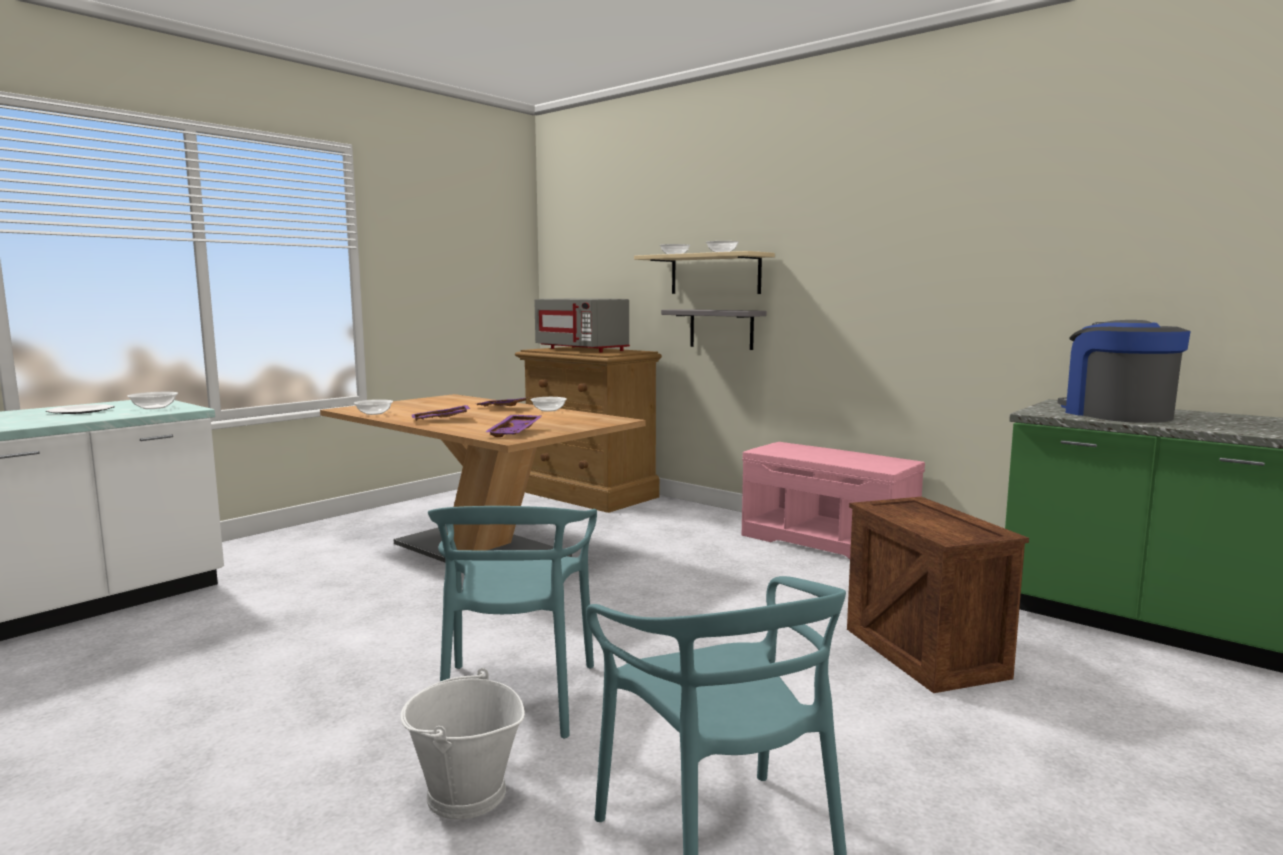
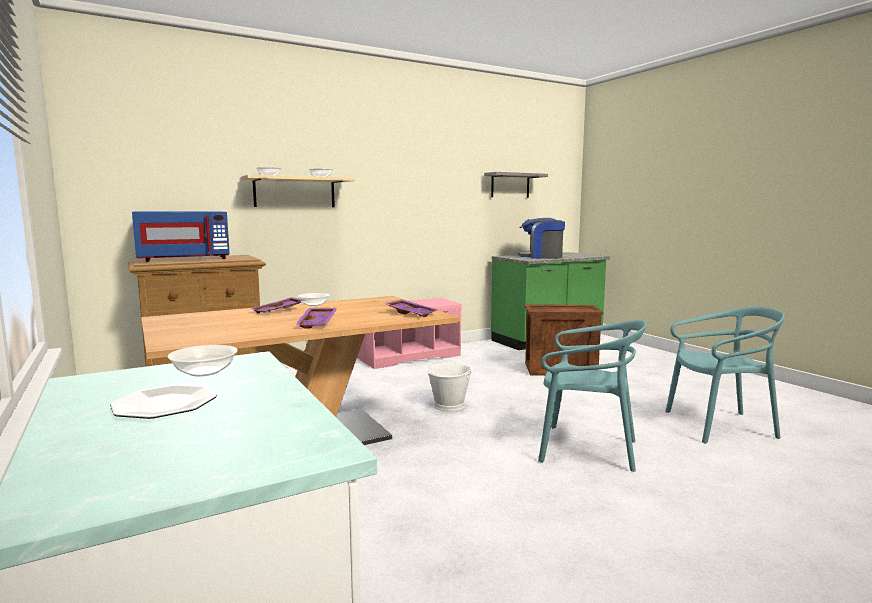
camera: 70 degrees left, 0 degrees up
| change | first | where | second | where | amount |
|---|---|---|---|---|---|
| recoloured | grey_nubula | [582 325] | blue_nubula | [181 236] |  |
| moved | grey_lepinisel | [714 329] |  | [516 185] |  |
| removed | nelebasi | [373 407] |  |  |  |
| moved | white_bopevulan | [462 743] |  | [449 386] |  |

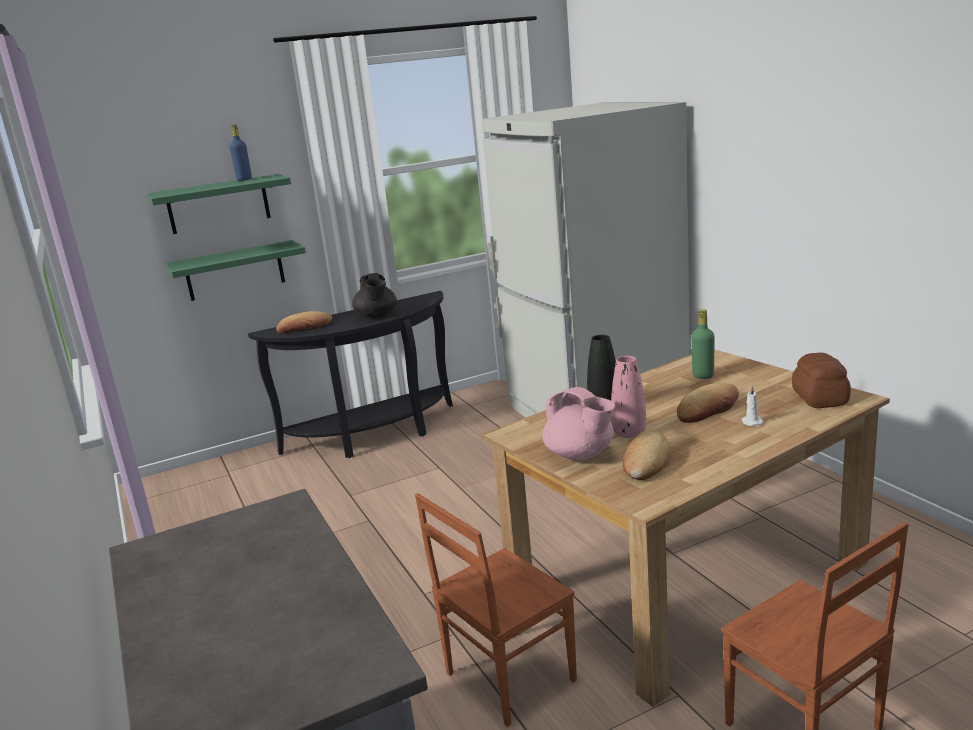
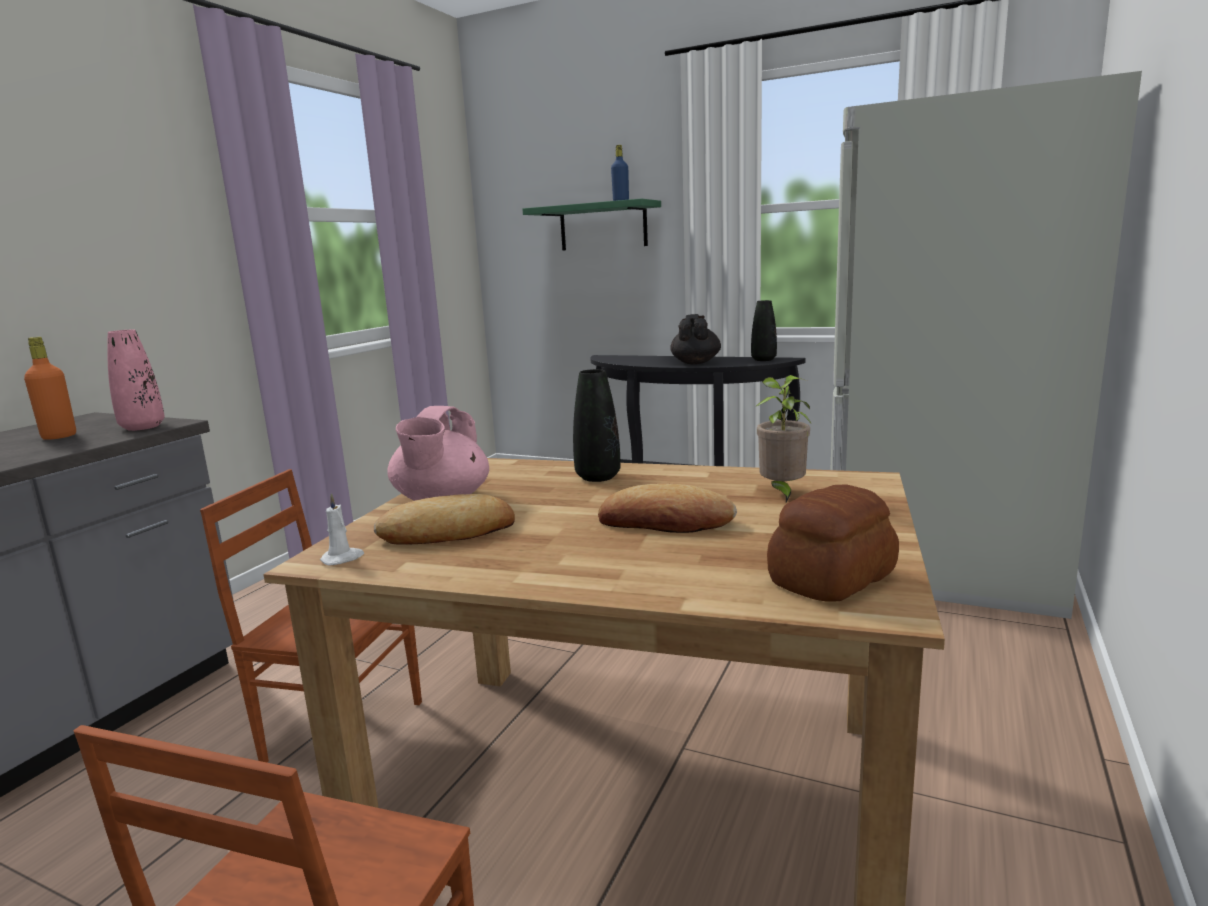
camera: 50 degrees right, 5 degrees down
| change | first | where | second | where | amount |
|---|---|---|---|---|---|
| removed | green_lepinisel | [236 270] |  |  |  |
| turned | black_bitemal | [374 295] |  | [695 339] | 150 degrees clockwise |
| replaced | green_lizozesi | [703 344] | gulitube | [783 438] |  |
| removed | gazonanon | [304 322] |  |  |  |
| moved | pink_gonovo | [628 397] |  | [135 380] |  |
| moved | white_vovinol | [752 406] |  | [342 529] |  |
| added |  |  | black_gonovo | [764 330] |  |
| added |  |  | orange_lizozesi | [50 388] |  |

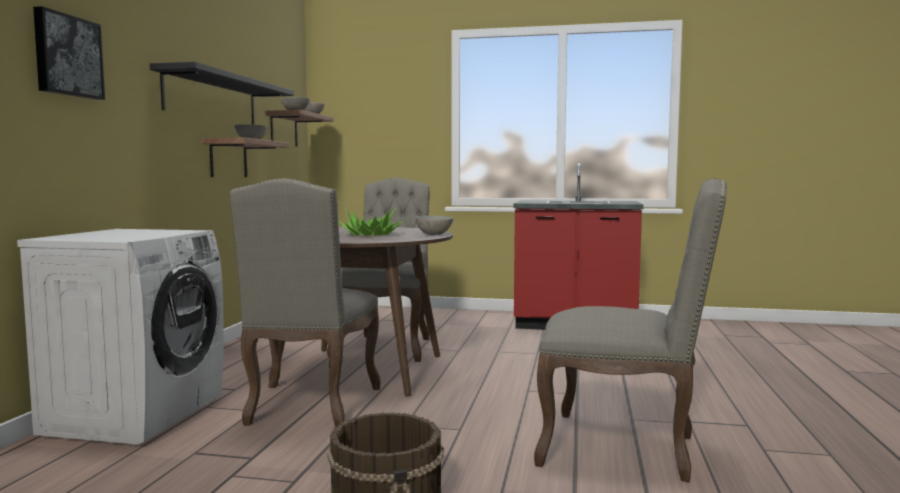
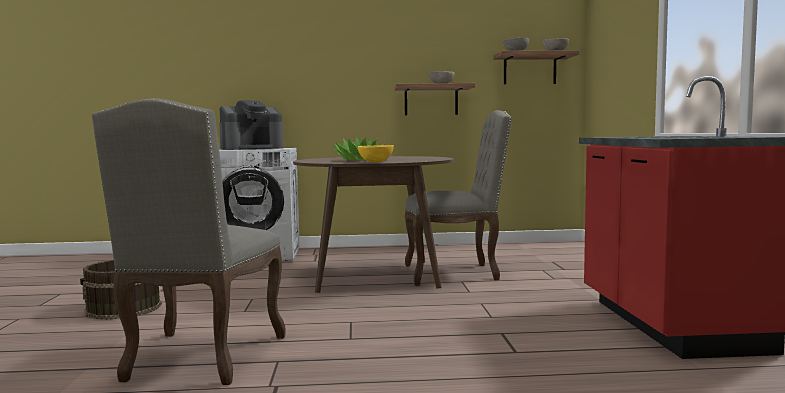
camera: 75 degrees right, 0 degrees up
| change | first | where | second | where | amount |
|---|---|---|---|---|---|
| removed | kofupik | [69 53] |  |  |  |
| removed | black_lepinisel | [222 93] |  |  |  |
| removed | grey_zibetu | [305 303] |  |  |  |
| recoloured | grey_nelebasi | [434 225] | yellow_nelebasi | [376 153] |  |
| added |  |  | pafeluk | [251 125] |  |

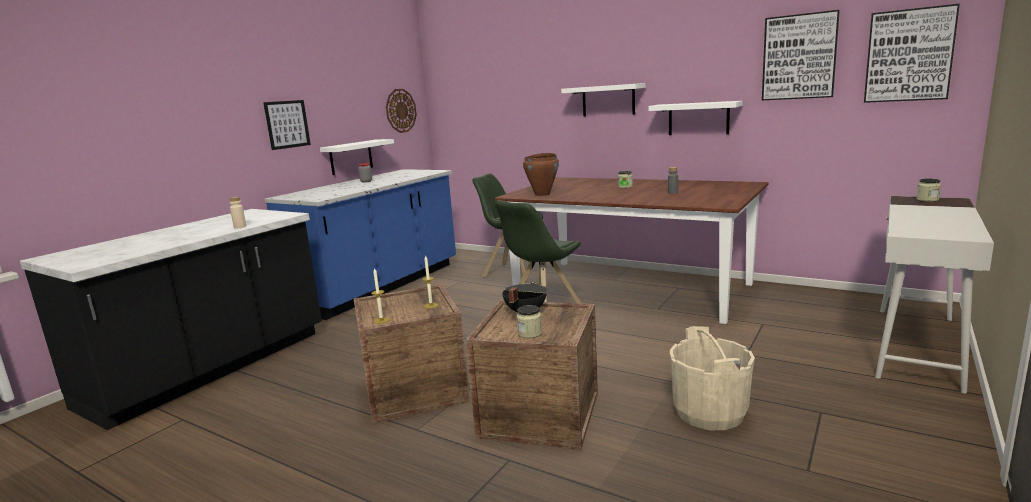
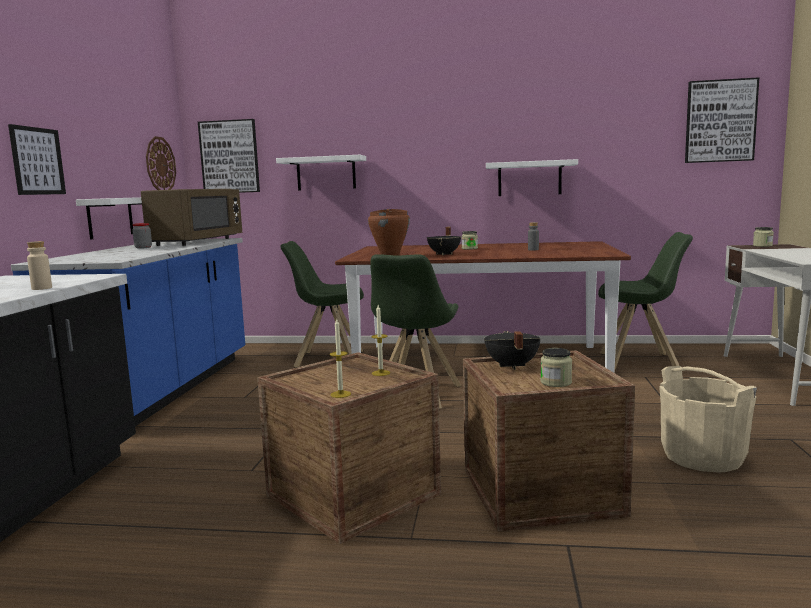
camera: 25 degrees left, 5 degrees down
| change | first | where | second | where | amount |
|---|---|---|---|---|---|
| moved | kofupik | [801 55] |  | [229 156] |  |
| moved | white_lepinisel | [603 100] |  | [321 172] |  |
| added |  |  | brown_nubula | [191 217] |  |
| added |  |  | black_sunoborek | [444 241] |  |
| added |  |  | green_zibetu | [645 301] |  |

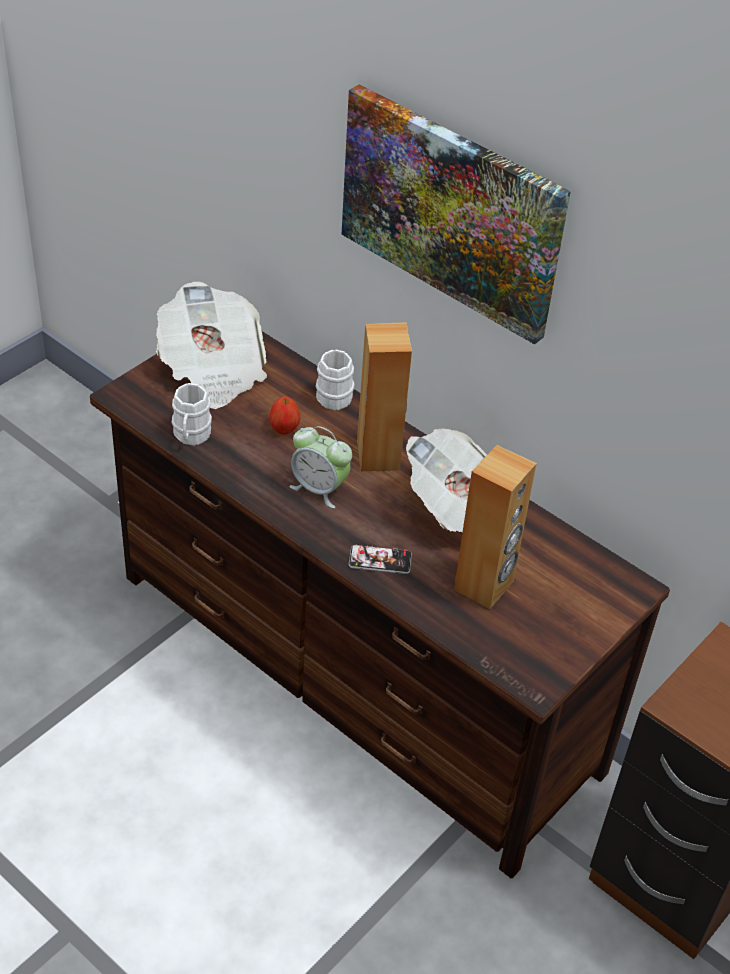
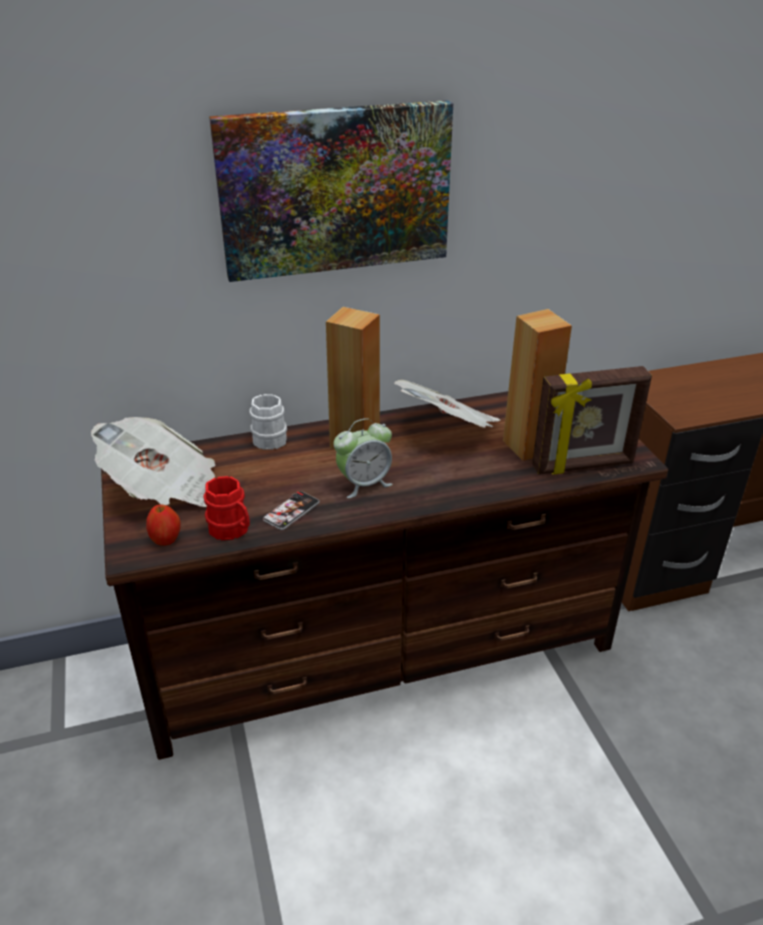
camera: 55 degrees left, 10 degrees down
| change | first | where | second | where | amount |
|---|---|---|---|---|---|
| recoloured | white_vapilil | [191 414] | red_vapilil | [226 508] |  |
| moved | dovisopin | [284 416] |  | [163 525] |  |
| moved | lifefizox | [380 559] |  | [291 510] |  |
| added |  |  | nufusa | [592 420] |  |

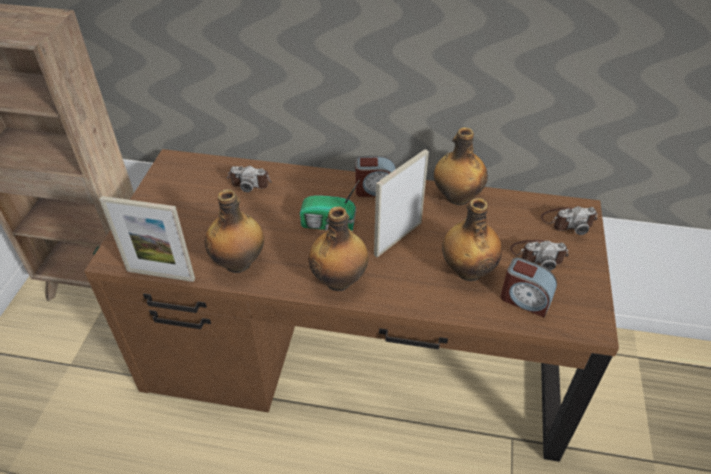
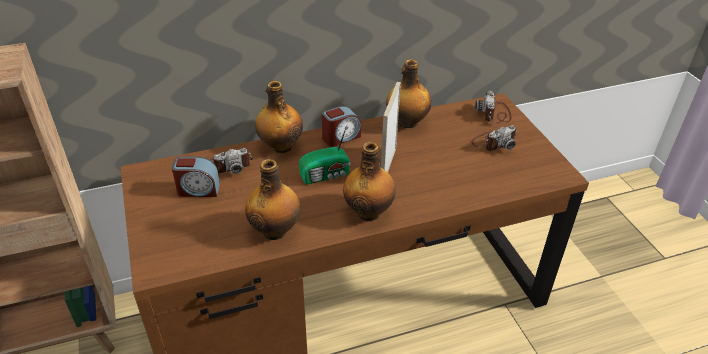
camera: 30 degrees left, 5 degrees down
| change | first | where | second | where | amount |
|---|---|---|---|---|---|
| removed | nufusa | [147 239] |  |  |  |
| moved | lizozesi | [472 239] |  | [279 117] |  |
| turned | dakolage | [569 220] |  | [493 107] | 135 degrees clockwise |
| moved | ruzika | [529 287] |  | [196 176] |  |

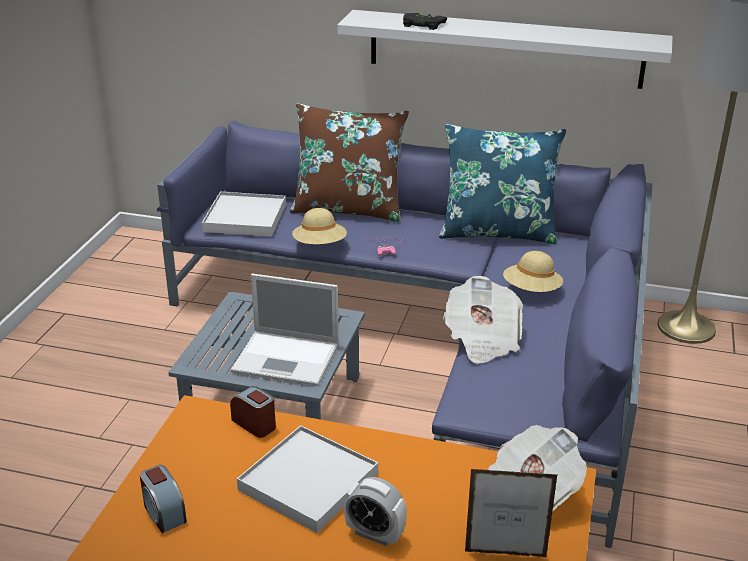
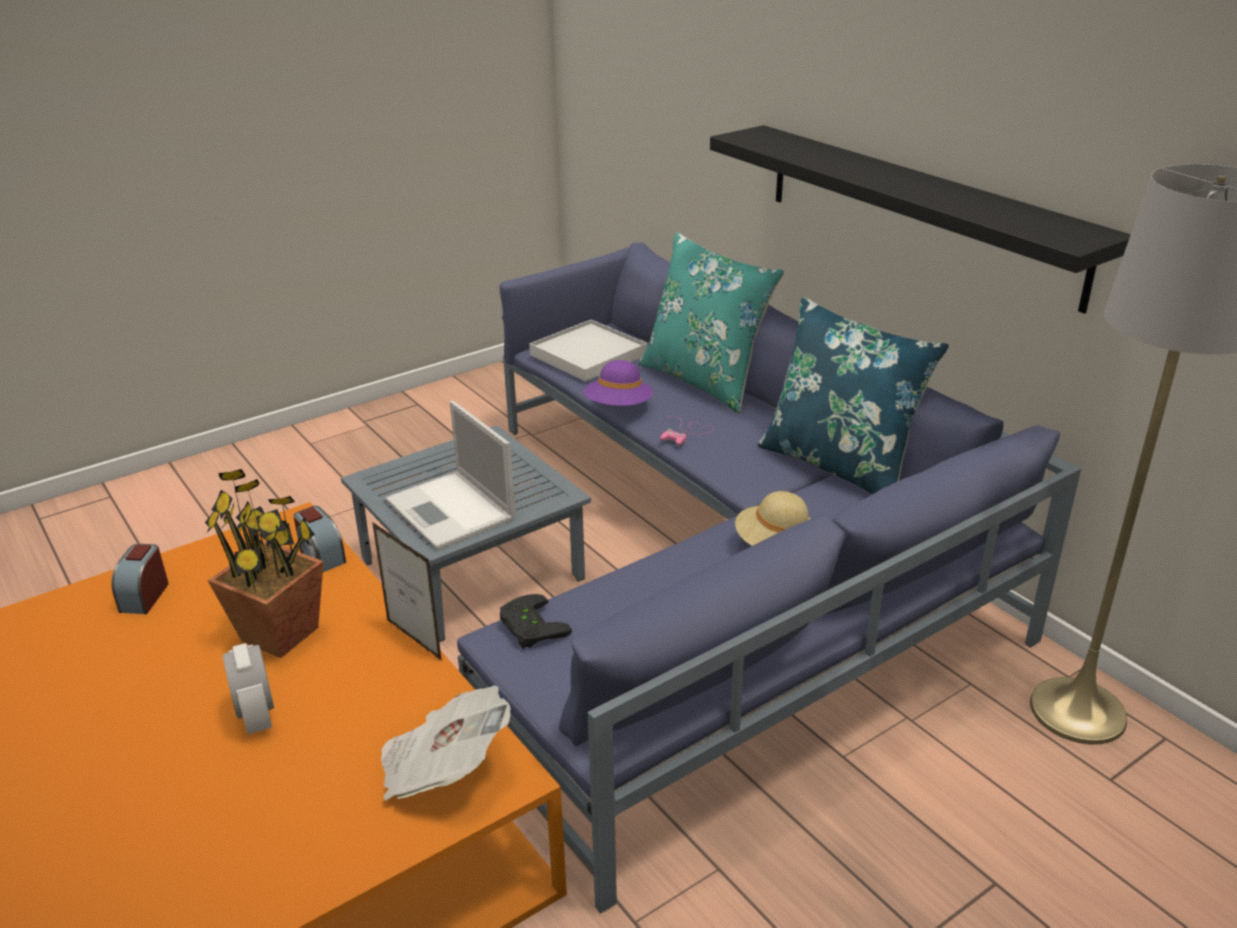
camera: 40 degrees right, 0 degrees up
| change | first | where | second | where | amount |
|---|---|---|---|---|---|
| recoloured | white_lepinisel | [505 49] | black_lepinisel | [920 219] |  |
| moved | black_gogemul | [425 21] |  | [536 621] |  |
| recoloured | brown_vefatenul | [349 162] | turquoise_vefatenul | [711 322] |  |
| recoloured | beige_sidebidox | [319 226] | purple_sidebidox | [618 383] |  |
| removed | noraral | [483 320] |  |  |  |
| turned | ruzika | [253 412] |  | [320 539] | 150 degrees clockwise |
| replaced | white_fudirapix | [307 479] | gulitube | [264 563] |  |
| moved | nufusa | [511 513] |  | [407 591] |  |

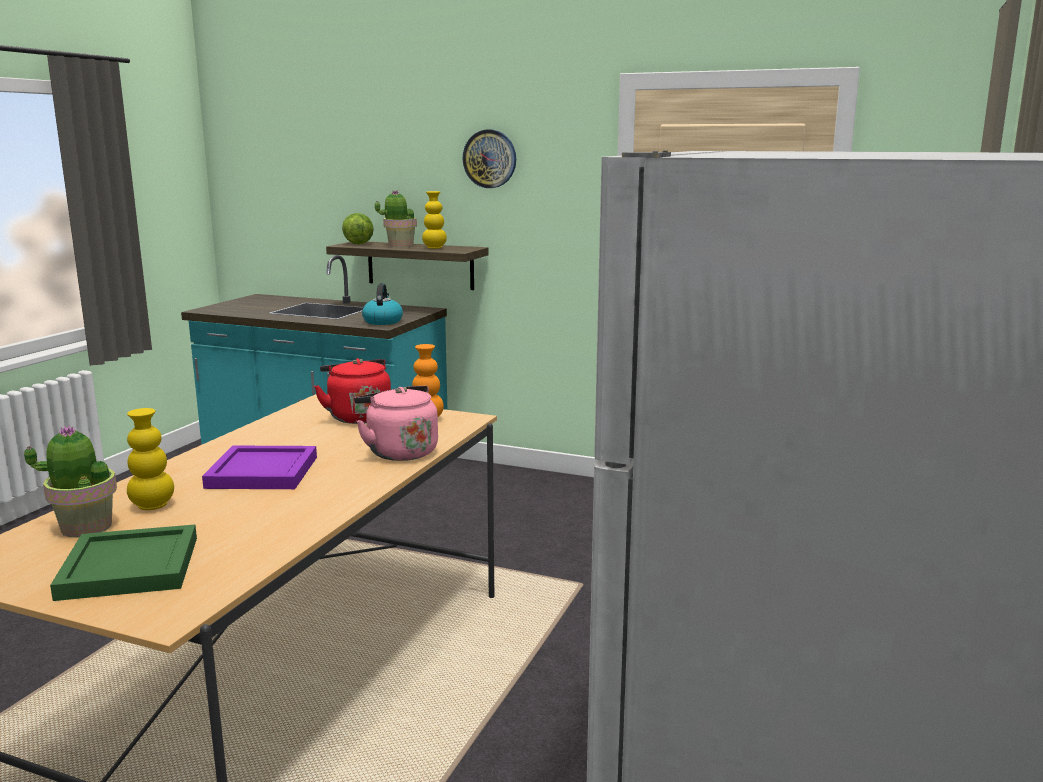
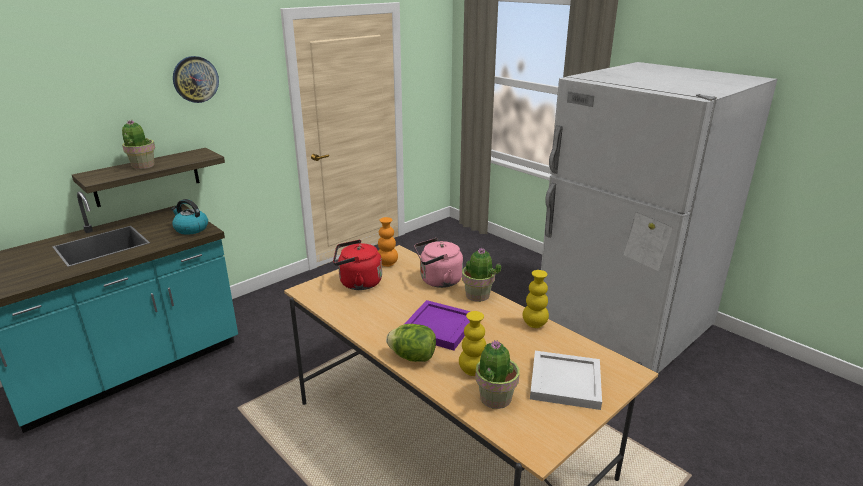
camera: 65 degrees left, 10 degrees up
| change | first | where | second | where | amount |
|---|---|---|---|---|---|
| moved | yellow_gonovo | [434 220] |  | [536 299] |  |
| moved | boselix | [358 228] |  | [411 343] |  |
| recoloured | green_fudirapix | [123 562] | white_fudirapix | [566 380] |  |
| added |  |  | gulitube | [481 275] |  |

